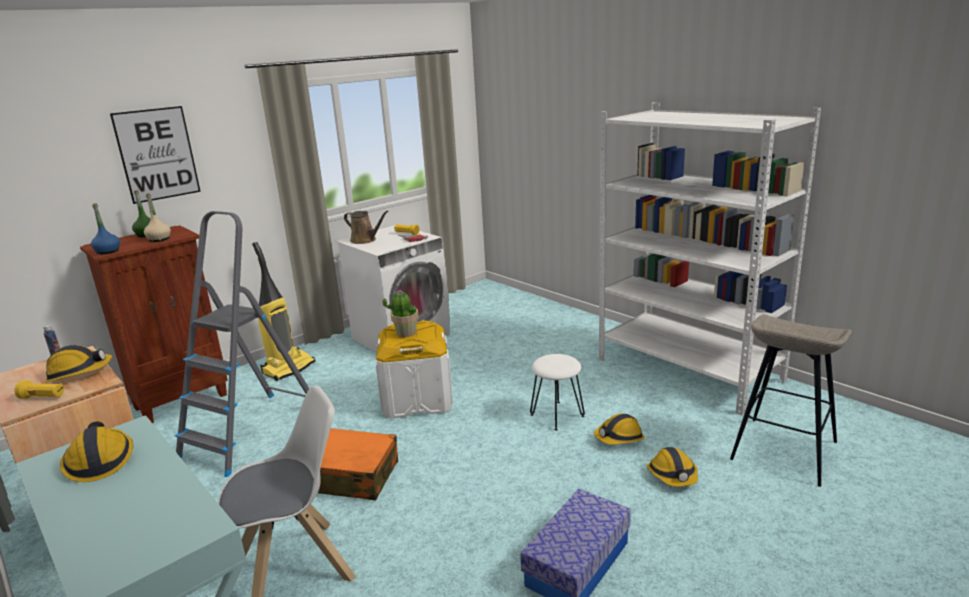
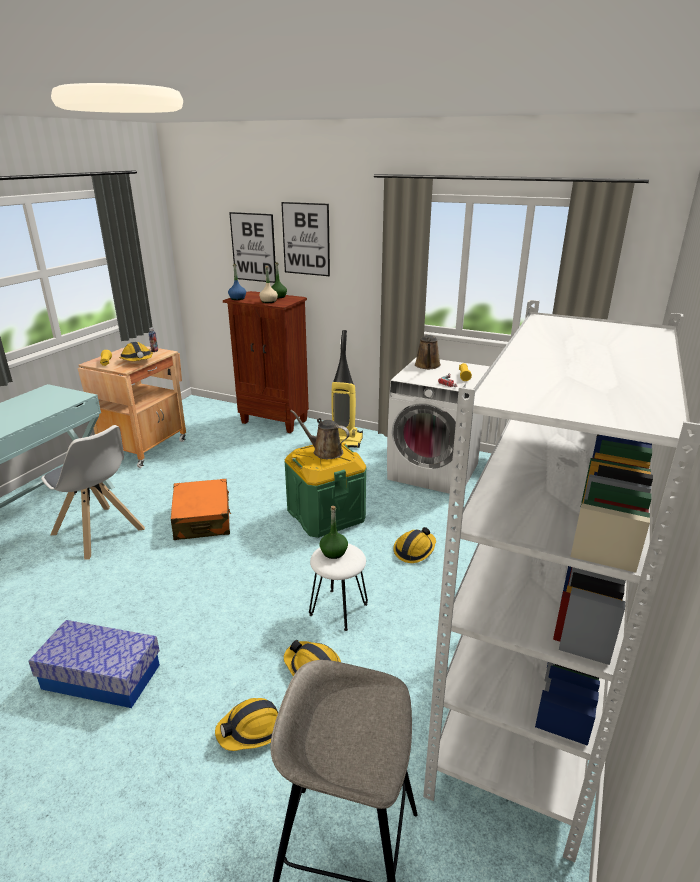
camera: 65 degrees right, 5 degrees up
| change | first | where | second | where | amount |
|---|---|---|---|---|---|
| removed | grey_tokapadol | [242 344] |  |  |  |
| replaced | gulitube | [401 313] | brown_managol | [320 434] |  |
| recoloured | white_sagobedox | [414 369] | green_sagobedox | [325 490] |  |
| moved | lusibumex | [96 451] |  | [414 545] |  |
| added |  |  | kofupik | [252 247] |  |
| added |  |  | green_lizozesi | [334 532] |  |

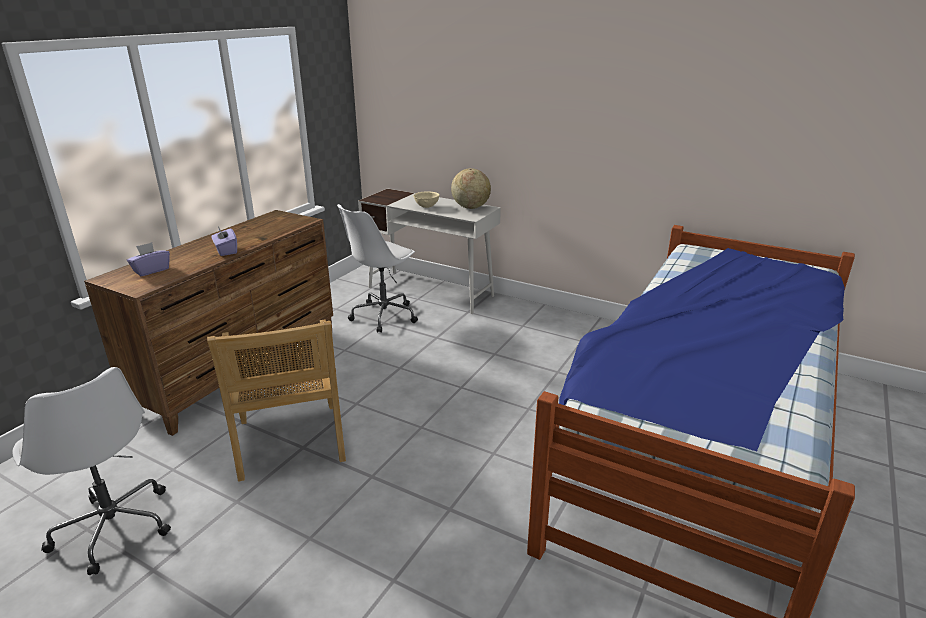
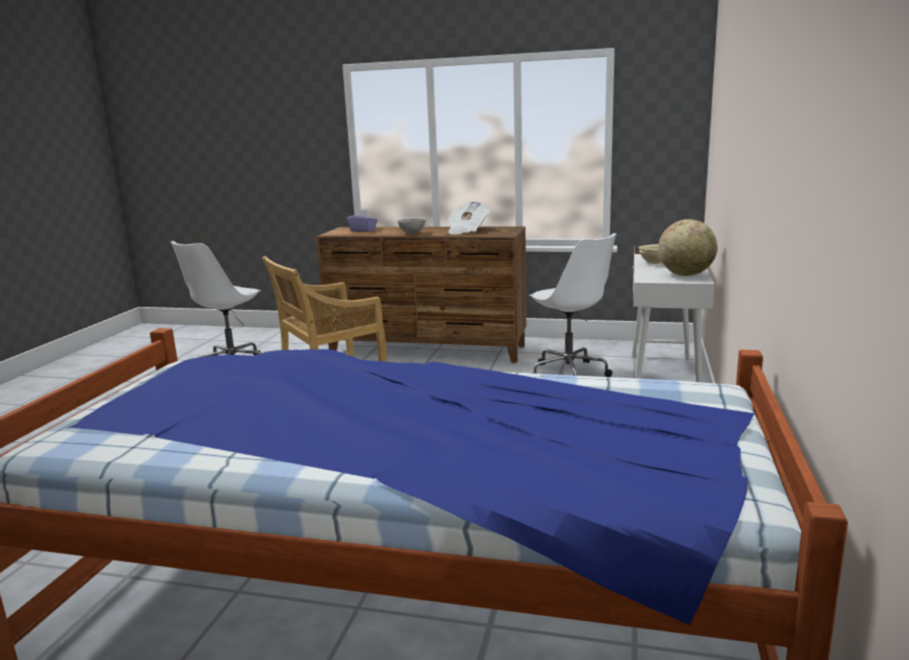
camera: 75 degrees right, 10 degrees down
| change | first | where | second | where | amount |
|---|---|---|---|---|---|
| turned | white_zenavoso | [377 268] |  | [572 305] | 150 degrees counterclockwise |
| replaced | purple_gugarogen | [224 241] | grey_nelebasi | [411 225] |  |
| added |  |  | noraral | [469 217] |  |

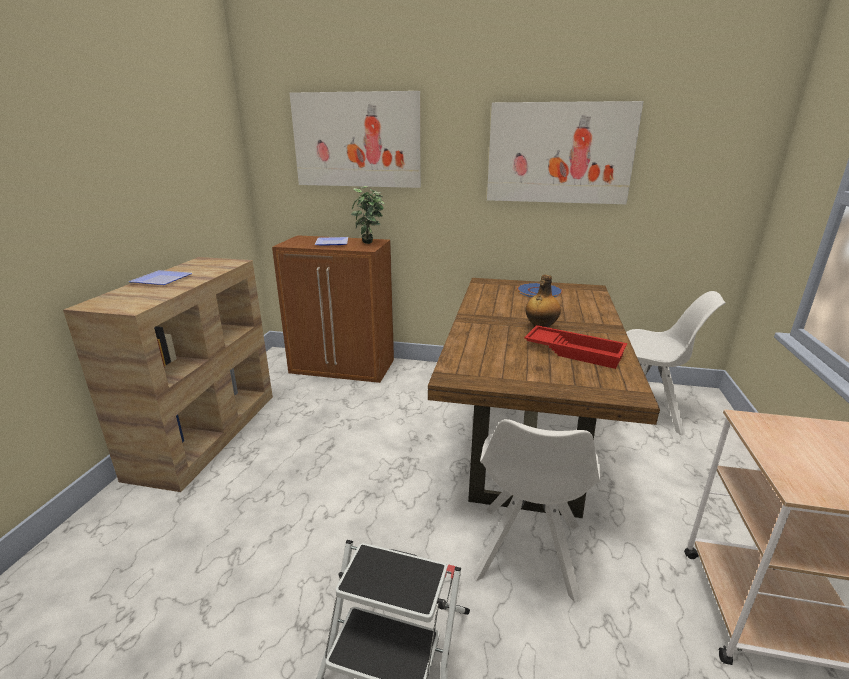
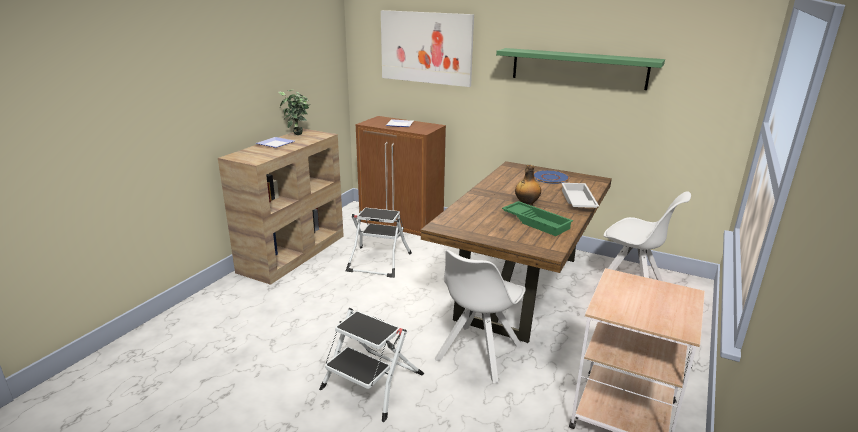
camera: 15 degrees right, 0 degrees up
| change | first | where | second | where | amount |
|---|---|---|---|---|---|
| replaced | kofupik | [565 152] | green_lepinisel | [580 69] |  |
| moved | gulitube | [368 215] |  | [293 112] |  |
| recoloured | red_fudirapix | [575 347] | green_fudirapix | [537 218] |  |
| added |  |  | white_fudirapix | [580 195] |  |
| added |  |  | tokapadol | [379 243] |  |

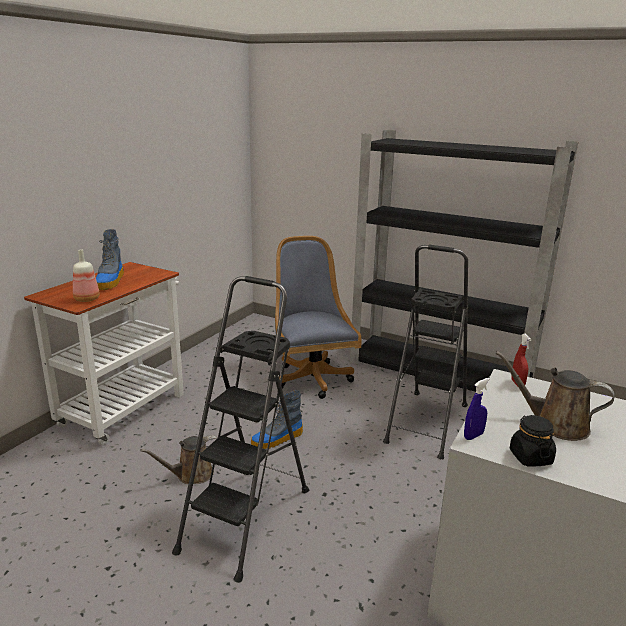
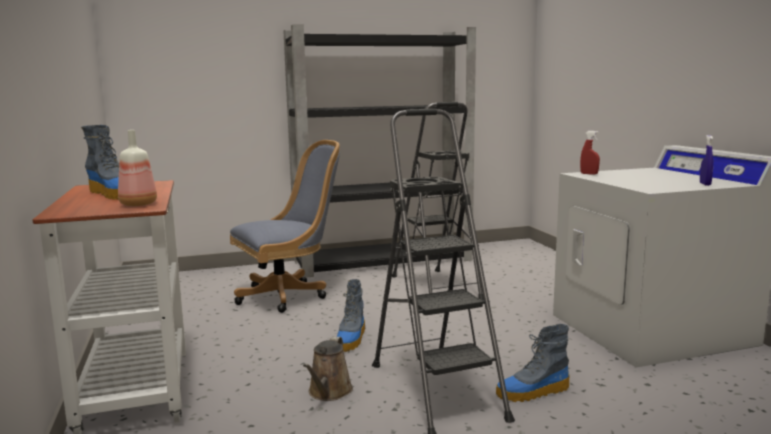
camera: 45 degrees left, 10 degrees down
| change | first | where | second | where | amount |
|---|---|---|---|---|---|
| turned | blue_zenavoso | [318 317] |  | [285 226] | 120 degrees clockwise |
| removed | brown_managol | [555 396] |  |  |  |
| moved | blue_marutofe | [477 409] |  | [706 160] |  |
| removed | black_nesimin | [533 441] |  |  |  |
| added |  |  | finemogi | [533 363] |  |

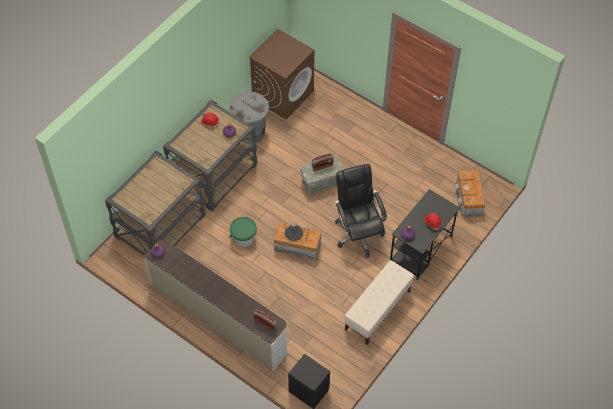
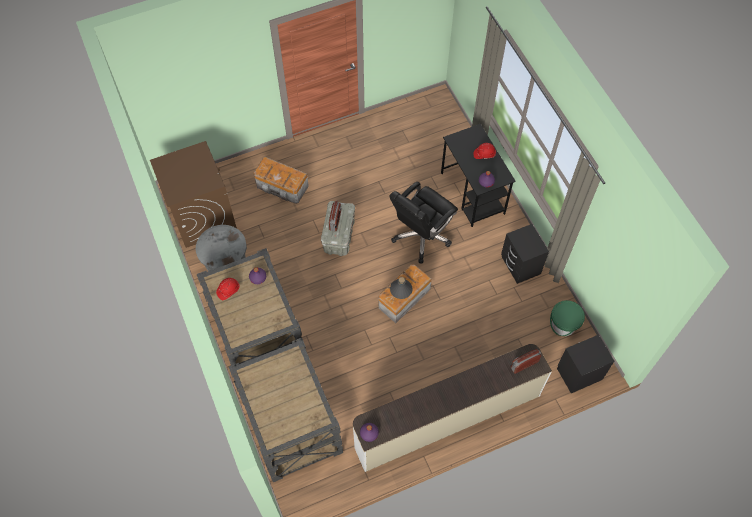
camera: 60 degrees left, 5 degrees up
| change | first | where | second | where | amount |
|---|---|---|---|---|---|
| turned | black_zenavoso | [361 211] |  | [424 222] | 60 degrees counterclockwise |
| moved | sagobedox | [470 193] |  | [281 180] |  |
| moved | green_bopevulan | [243 232] |  | [567 318] |  |
| replaced | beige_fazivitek | [379 302] | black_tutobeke | [525 254] |  |

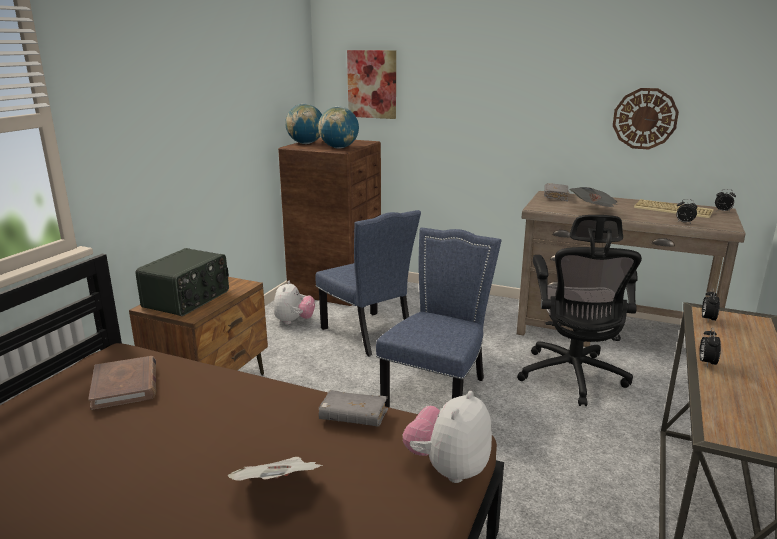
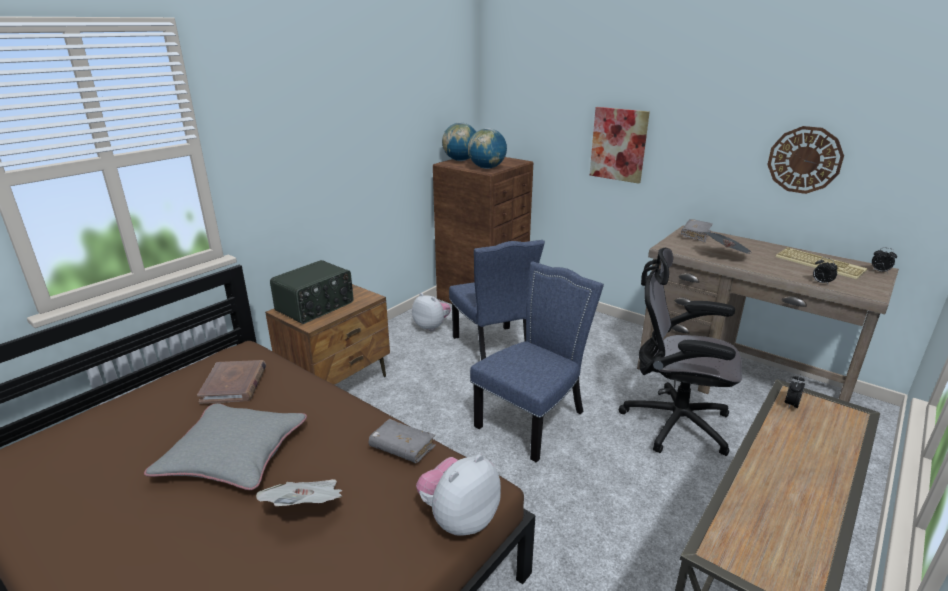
camera: 15 degrees right, 5 degrees up
| change | first | where | second | where | amount |
|---|---|---|---|---|---|
| moved | kofupik | [371 84] |  | [620 145] |  |
| turned | zenavoso | [579 310] |  | [680 352] | 90 degrees clockwise |
| turned | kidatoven | [294 303] |  | [431 312] | 75 degrees counterclockwise |
| removed | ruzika | [710 347] |  |  |  |
| added |  |  | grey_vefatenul | [225 446] |  |

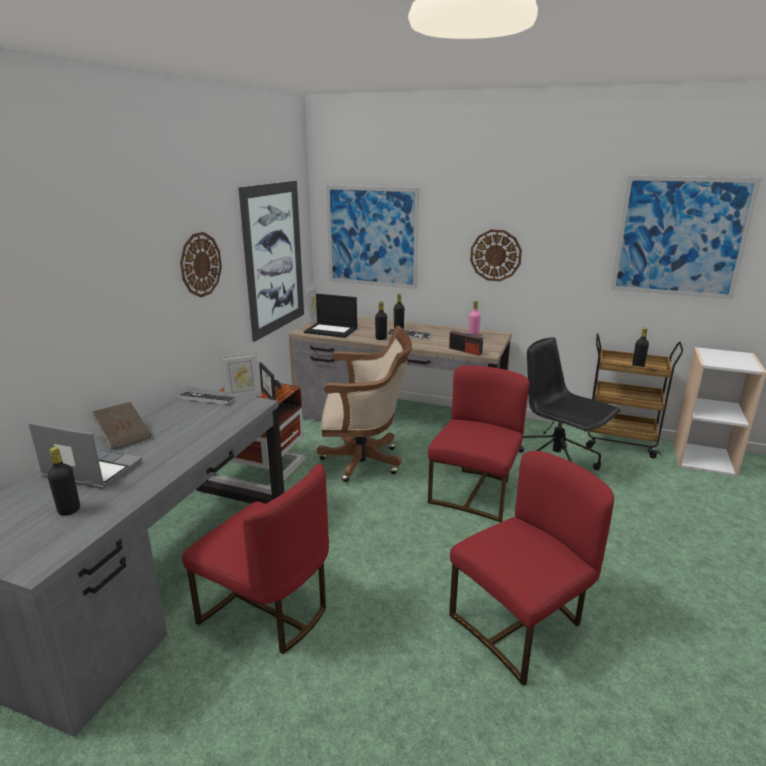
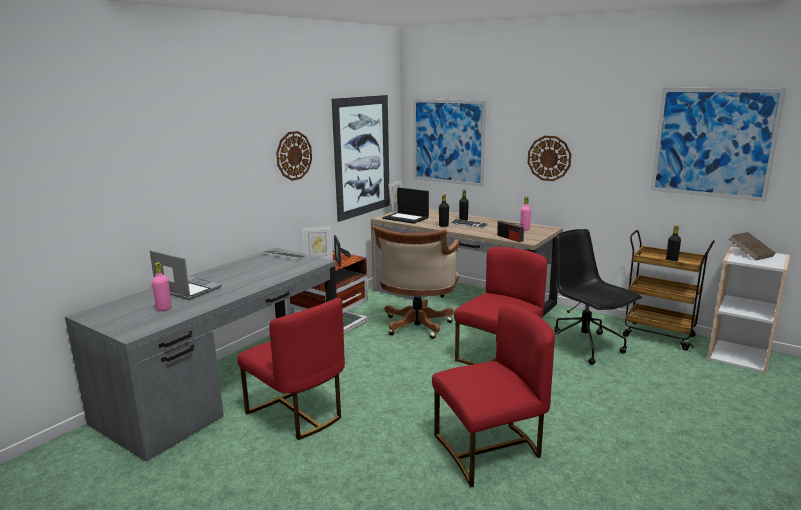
camera: 15 degrees right, 5 degrees down
| change | first | where | second | where | amount |
|---|---|---|---|---|---|
| turned | zenavoso | [364 404] |  | [416 282] | 90 degrees clockwise |
| moved | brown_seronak | [122 426] |  | [752 246] |  |
| recoloured | black_lizozesi | [63 481] | pink_lizozesi | [162 286] |  |

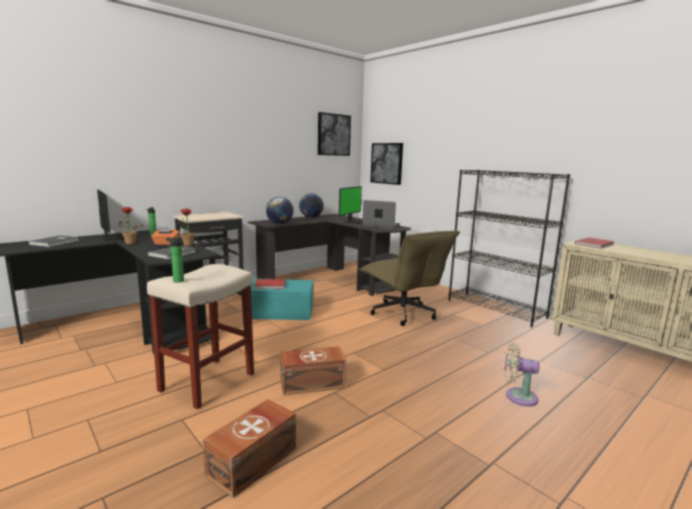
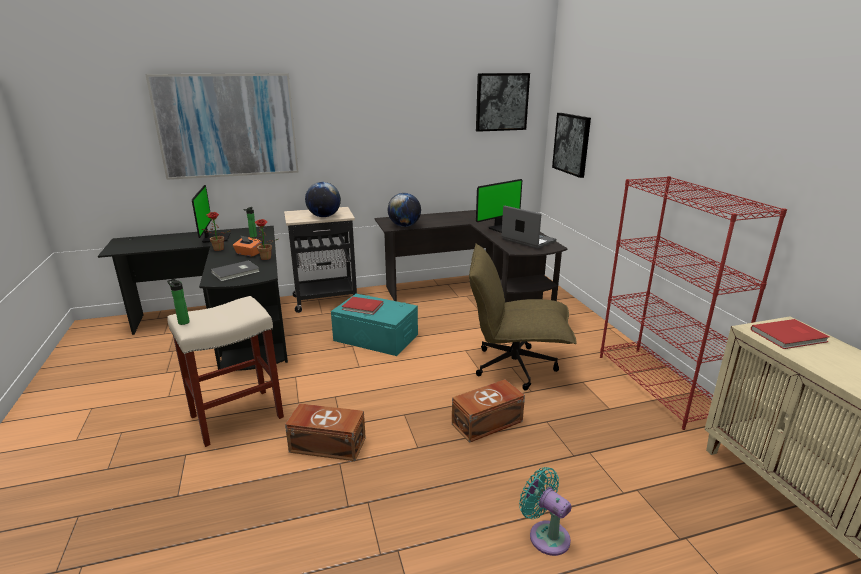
camera: 25 degrees right, 10 degrees up
| change | first | where | second | where | amount |
|---|---|---|---|---|---|
| recoloured | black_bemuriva | [509 249] | red_bemuriva | [693 303] |  |
| moved | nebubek | [311 205] |  | [323 199] |  |
| turned | beige_zenavoso | [409 278] |  | [523 316] | 105 degrees clockwise |
| removed | grey_seronak | [53 241] |  |  |  |
| recoloured | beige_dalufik | [522 374] | turquoise_dalufik | [545 511] |  |
| moved | brown_sagobedox | [249 448] |  | [488 411] |  |
| added |  |  | kofupik | [222 126] |  |

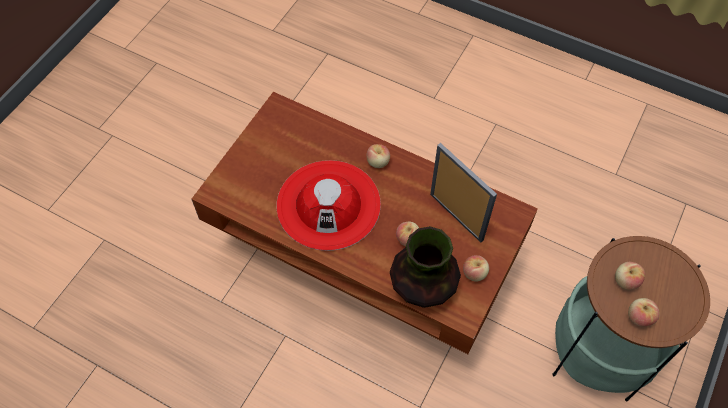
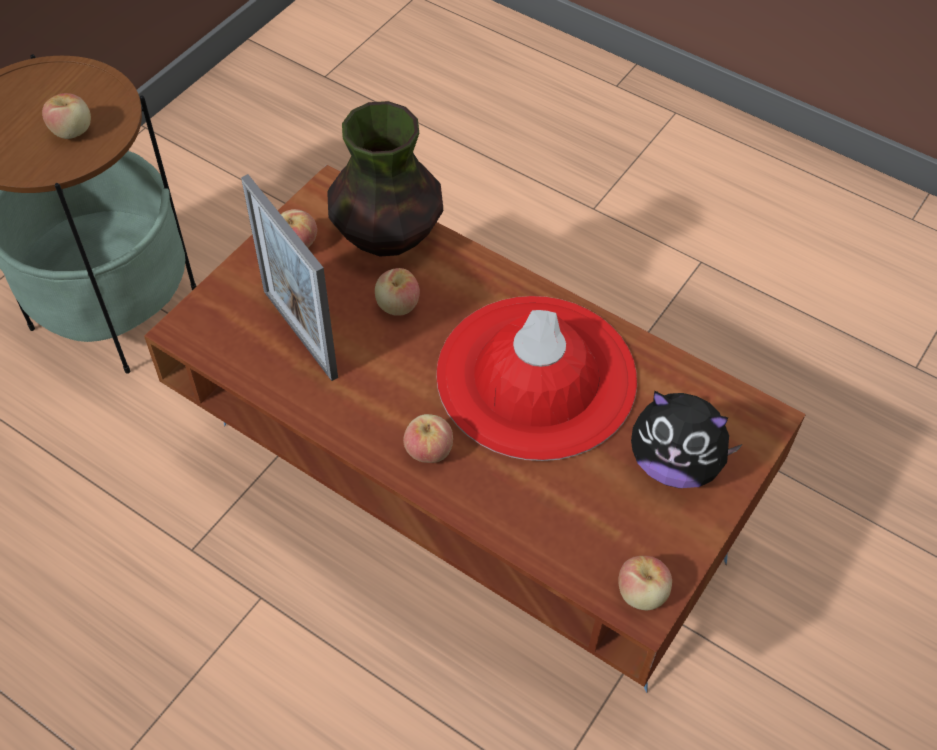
camera: 175 degrees left, 5 degrees down
| change | first | where | second | where | amount |
|---|---|---|---|---|---|
| moved | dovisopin | [644 312] |  | [645 583] |  |
| added |  |  | kidatoven | [687 439] |  |

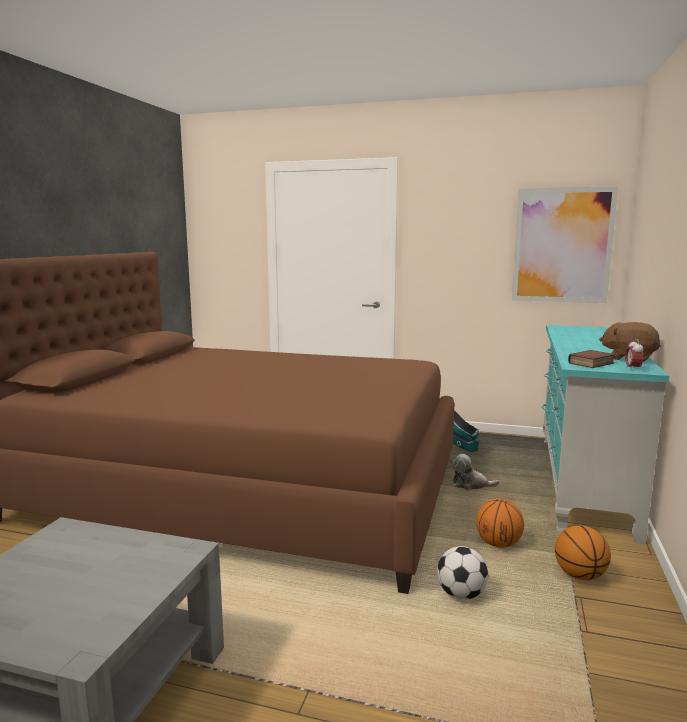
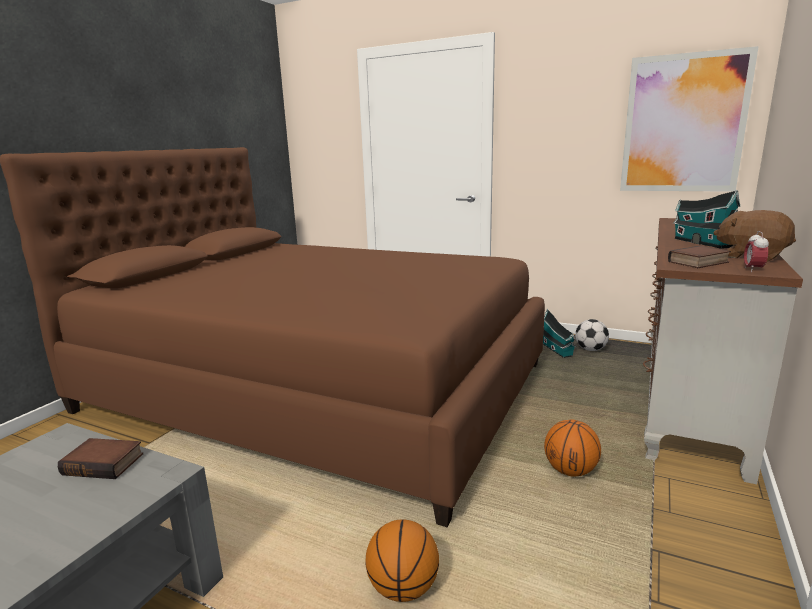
camera: 10 degrees right, 5 degrees up
| change | first | where | second | where | amount |
|---|---|---|---|---|---|
| recoloured | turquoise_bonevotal | [605 435] | brown_bonevotal | [723 351] |  |
| removed | kidatoven | [475 472] |  |  |  |
| moved | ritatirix | [583 552] |  | [402 560] |  |
| moved | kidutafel | [462 573] |  | [592 335] |  |
| added |  |  | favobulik | [706 219] |  |
| added |  |  | seronak | [100 458] |  |

